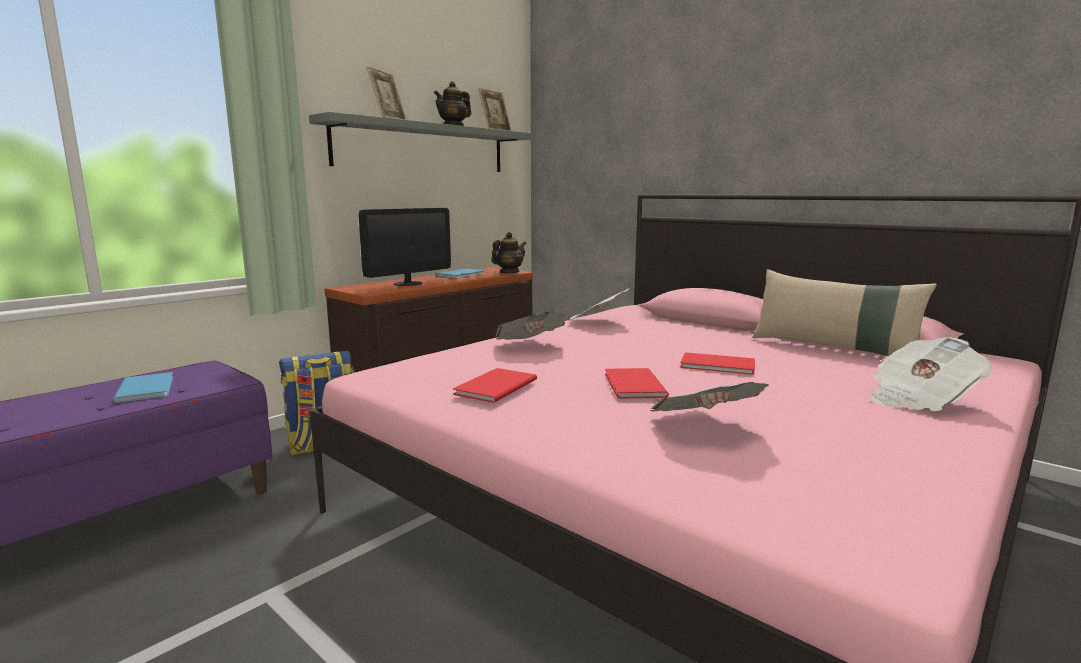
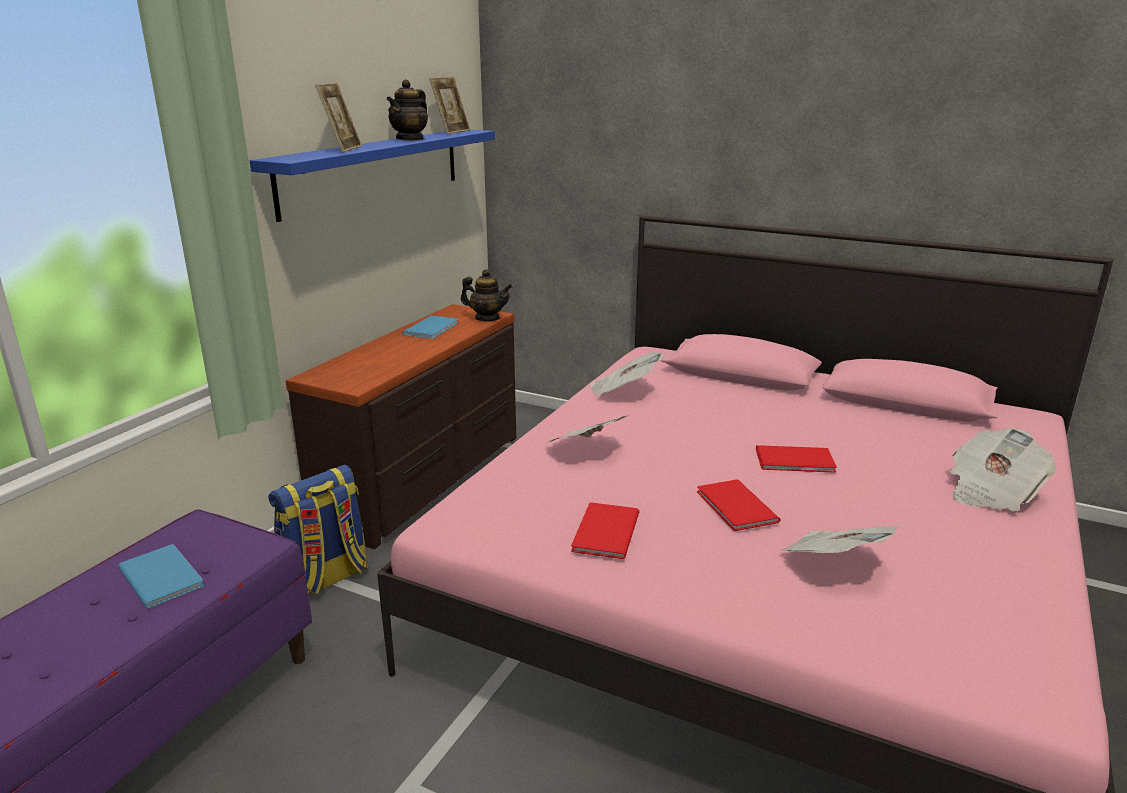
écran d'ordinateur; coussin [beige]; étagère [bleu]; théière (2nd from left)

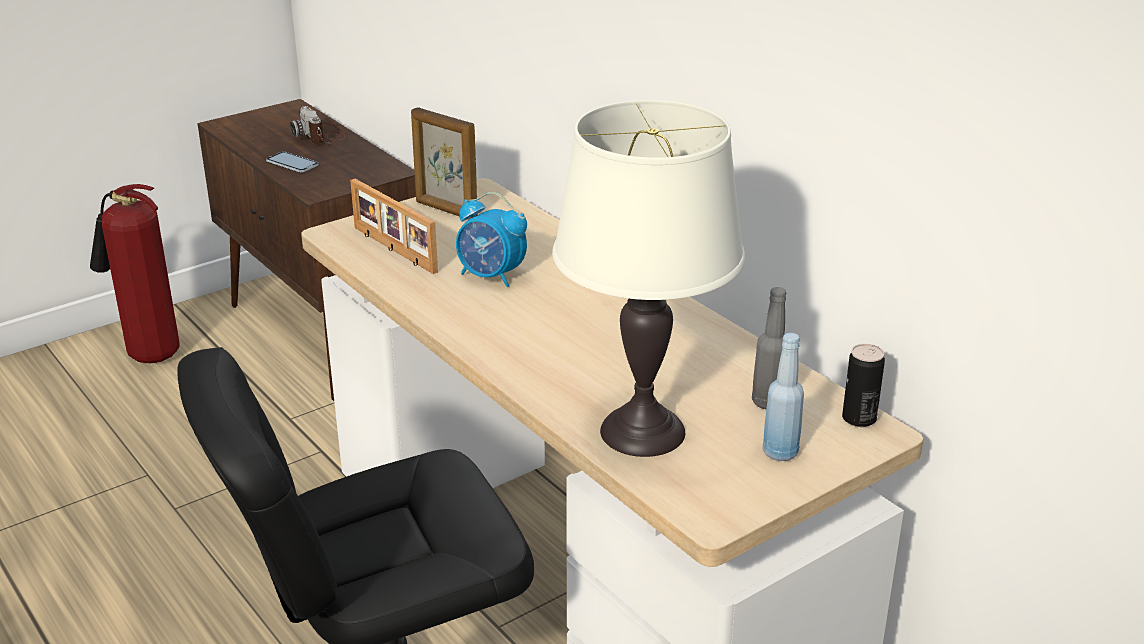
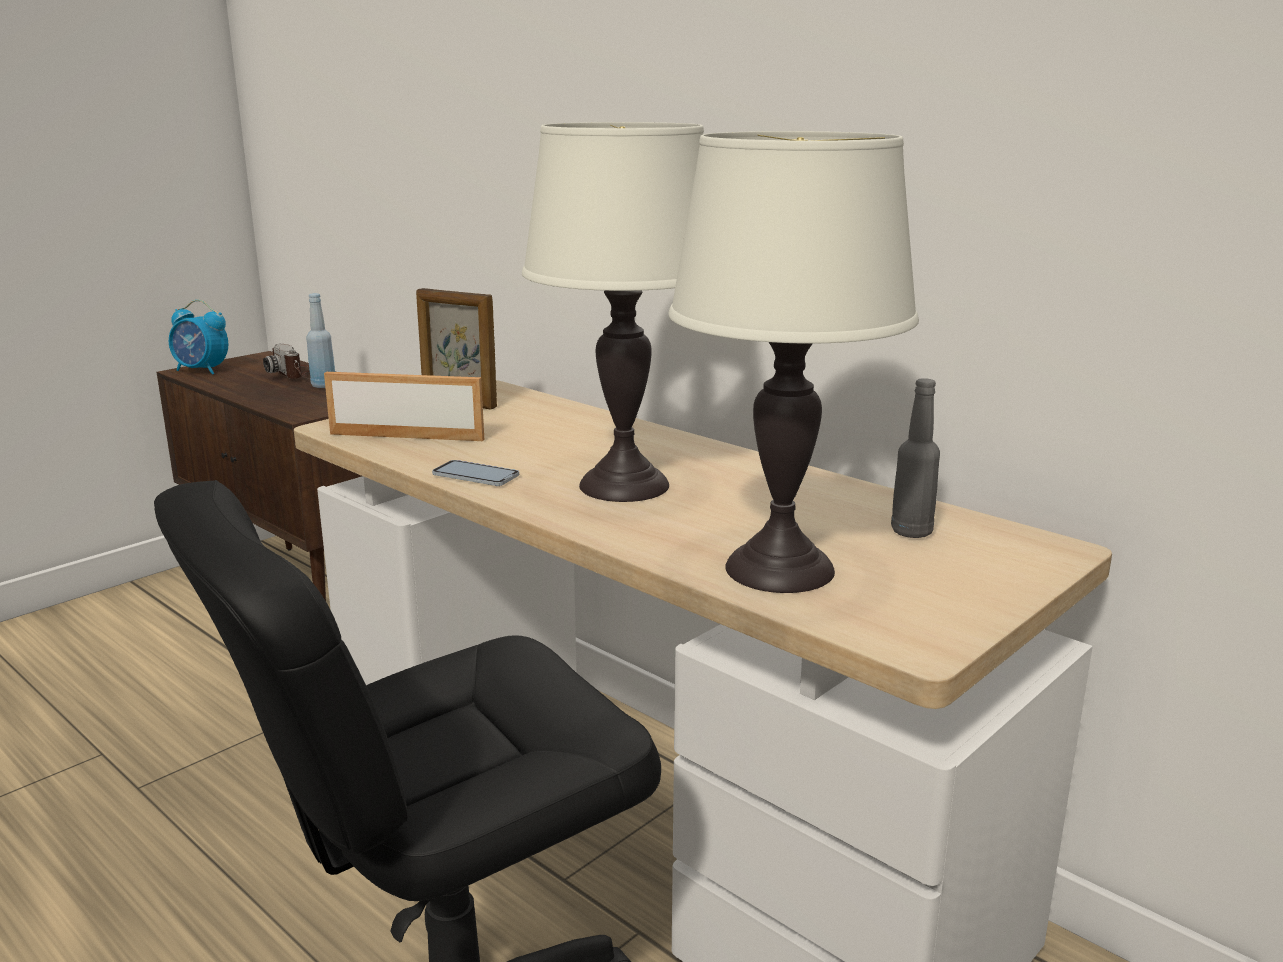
extincteur; boîte métallique; lampe de table [blanc] (1st from left); téléphone; réveil; bouteille [bleu]; cadre photo (1st from left)

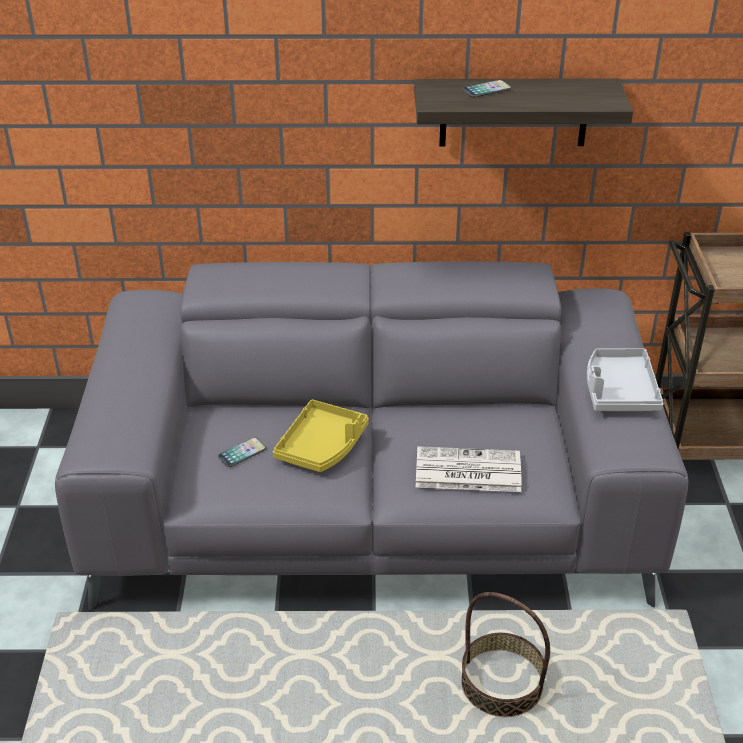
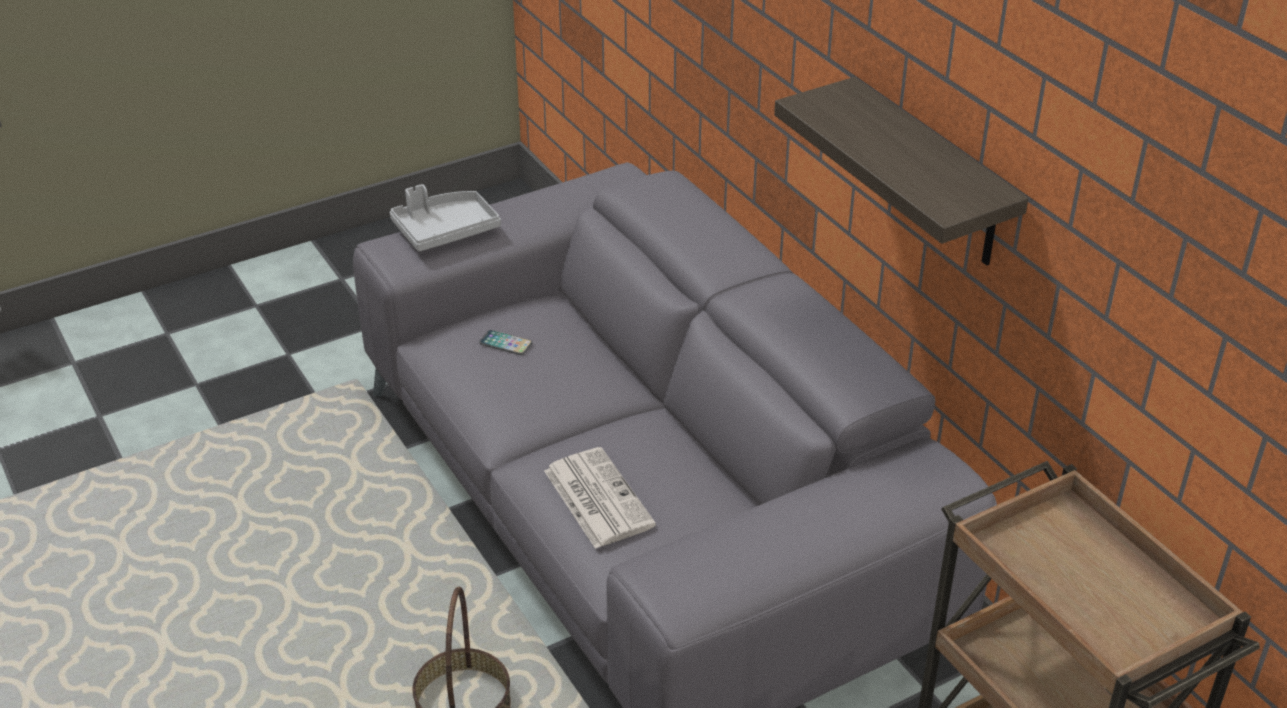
plateau [jaune]; téléphone (2nd from left in the first image); plateau [gris]

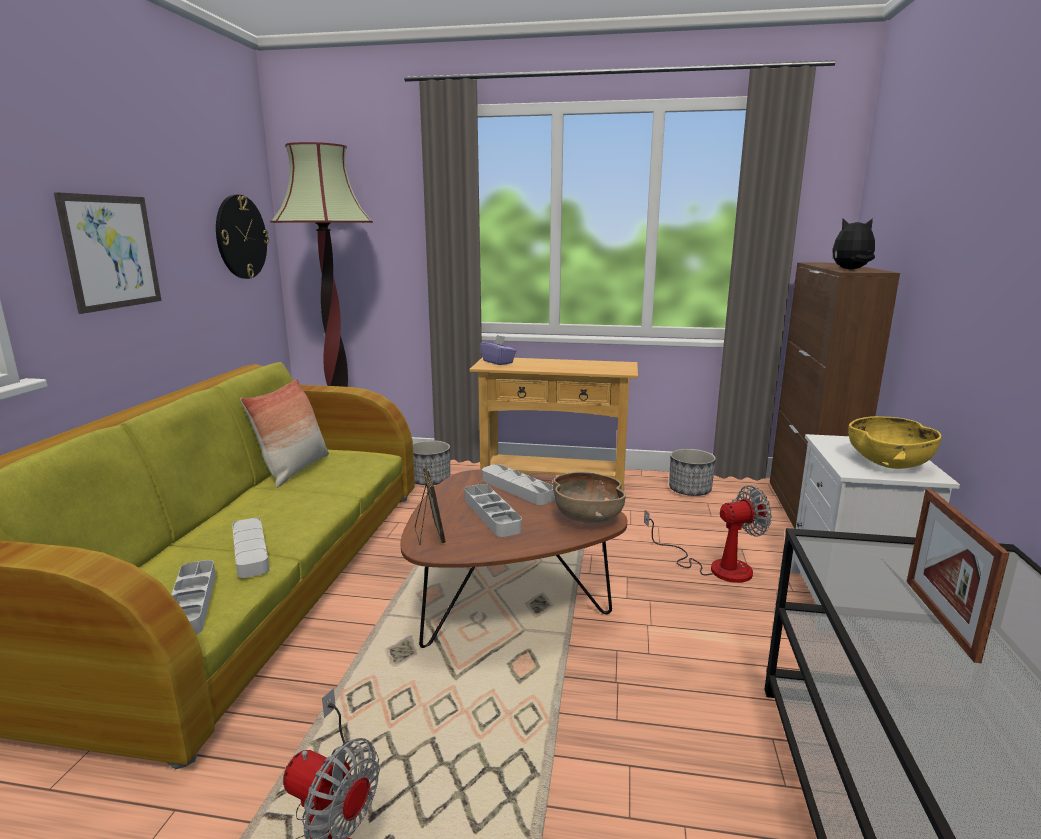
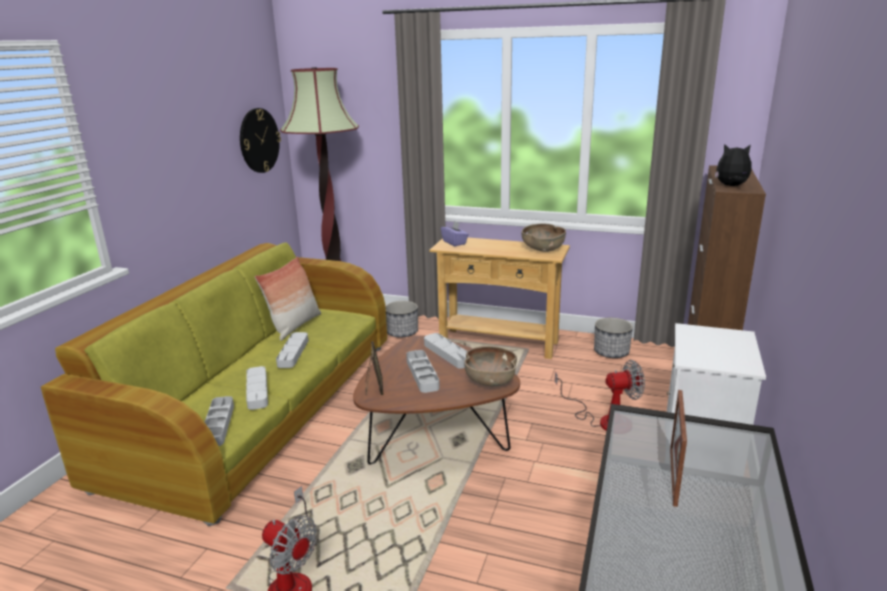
tableau; bol [jaune]; plateau [gris] (3rd from left); bol [marron] (2nd from left)

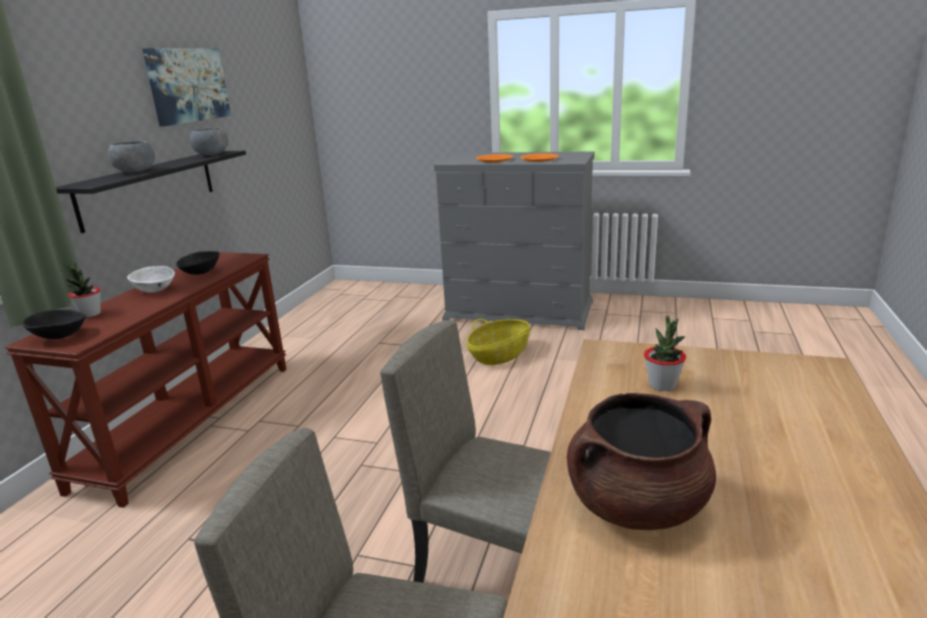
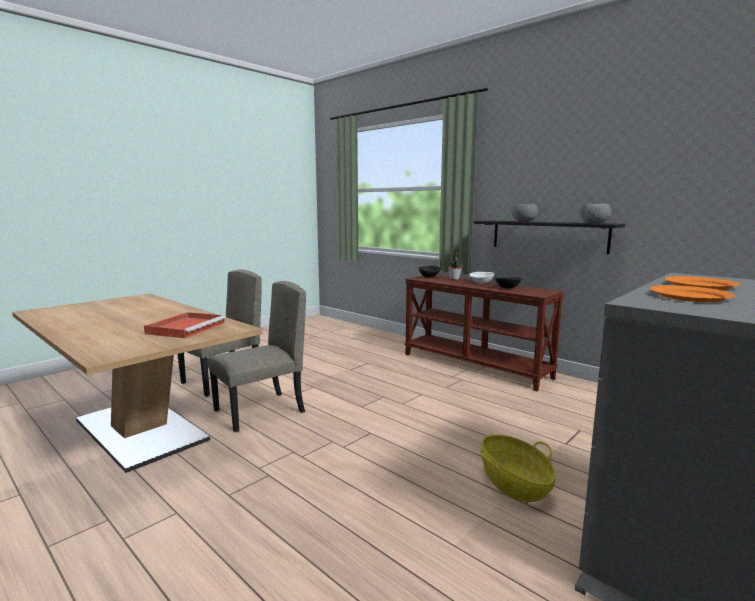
tableau; marmite [marron]; plateau [rouge]

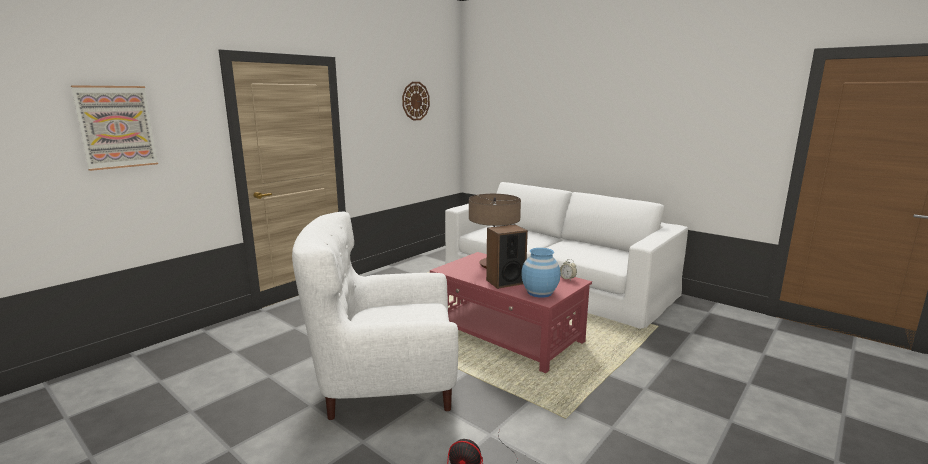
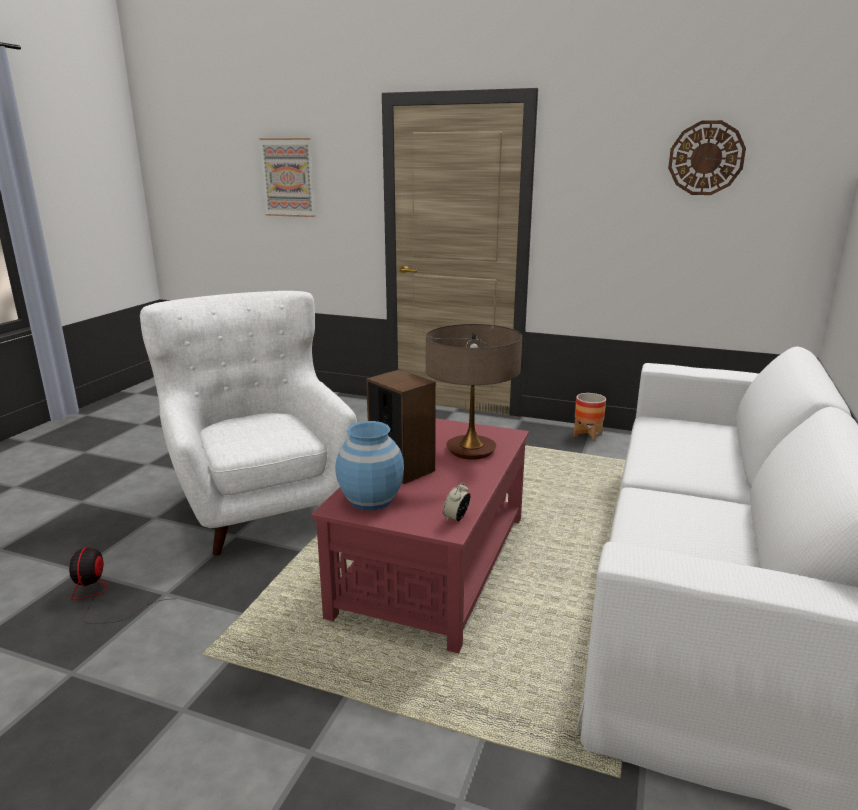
cache-pot

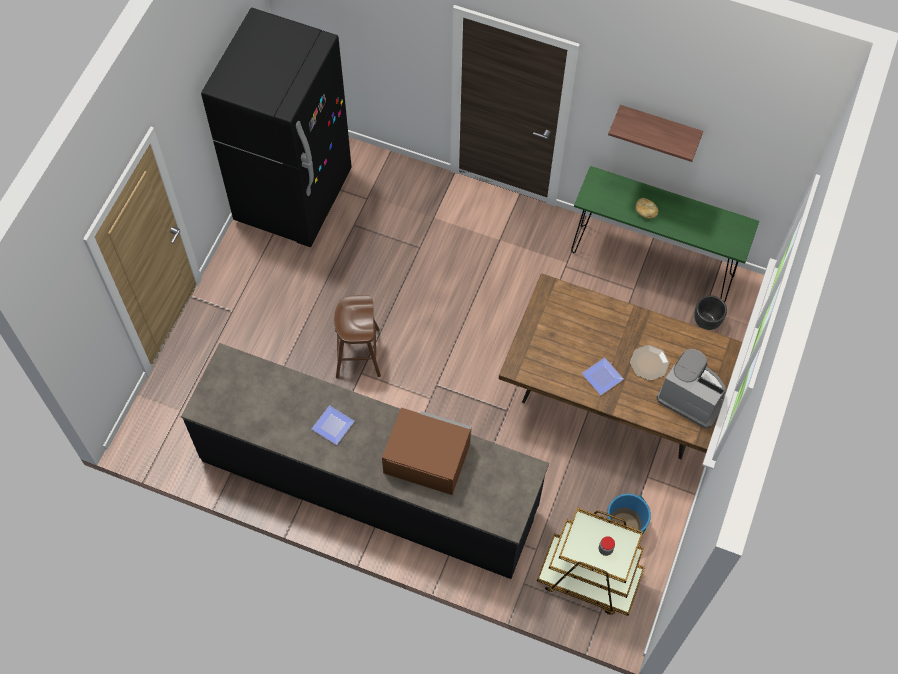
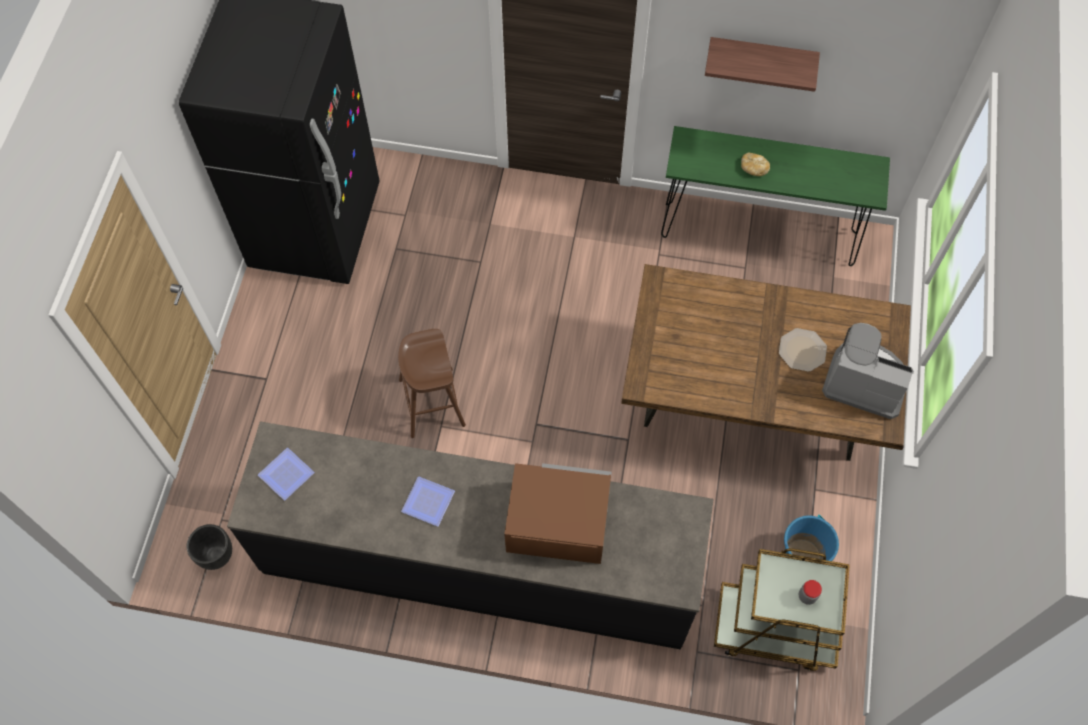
assiette (1st from left); cache-pot [noir]

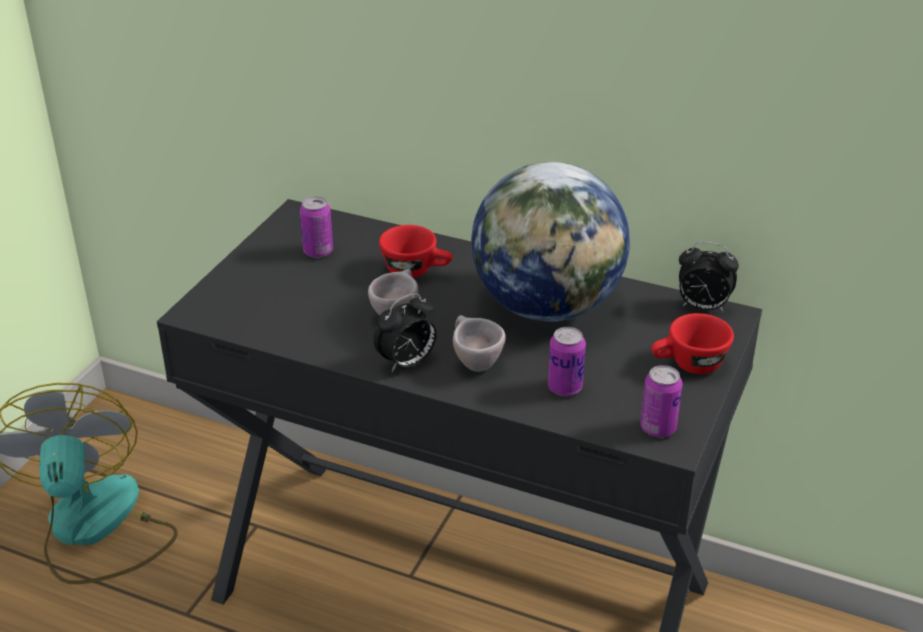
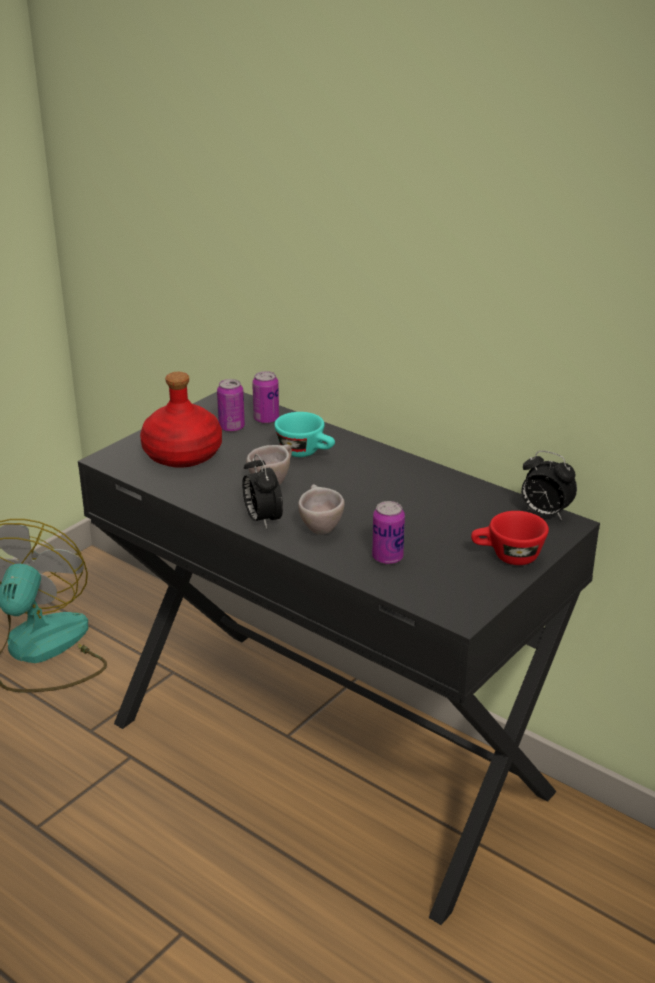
globe; bouteille [rouge]; boîte métallique (2nd from left); tasse [turquoise]; réveil (1st from left)

